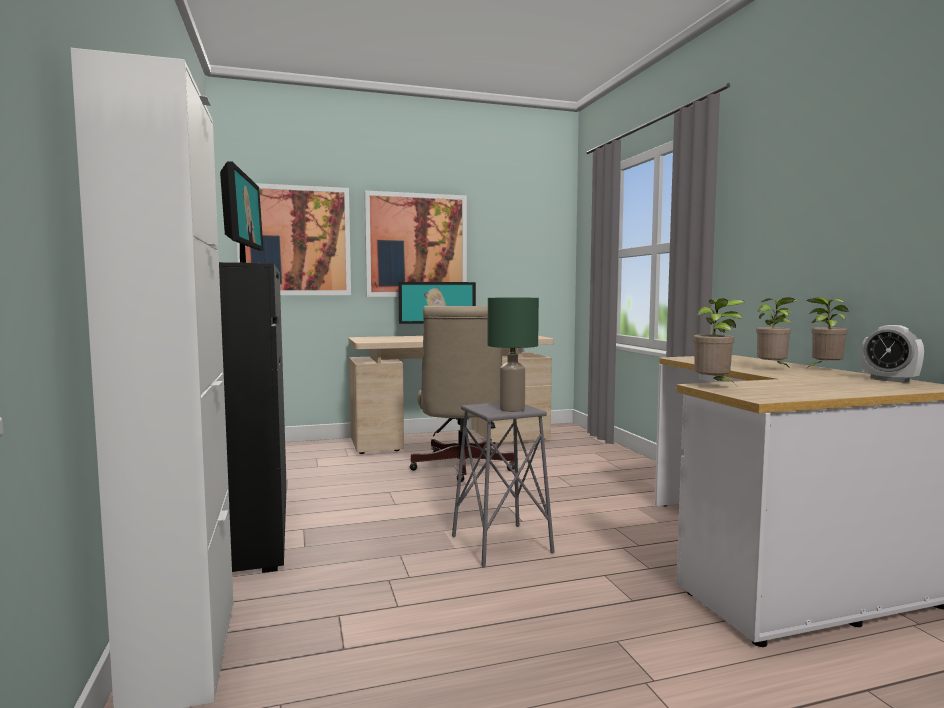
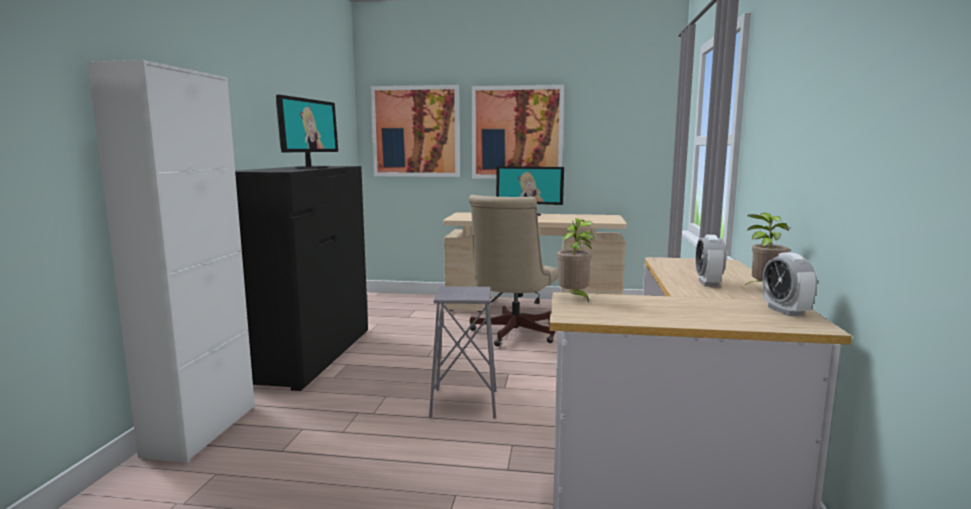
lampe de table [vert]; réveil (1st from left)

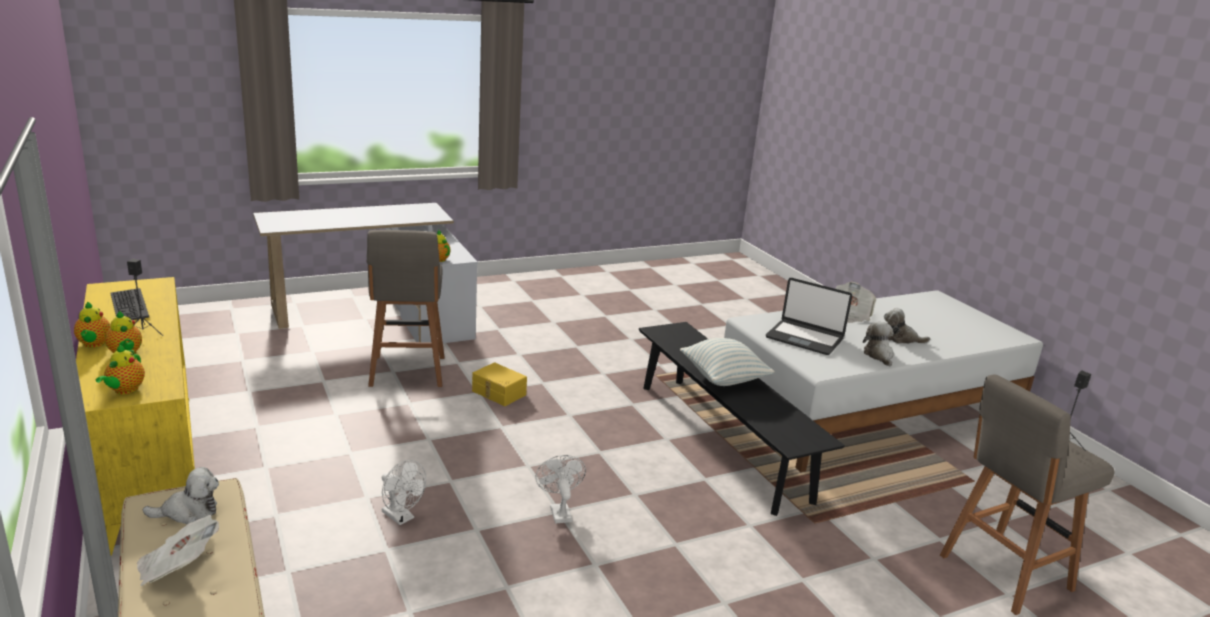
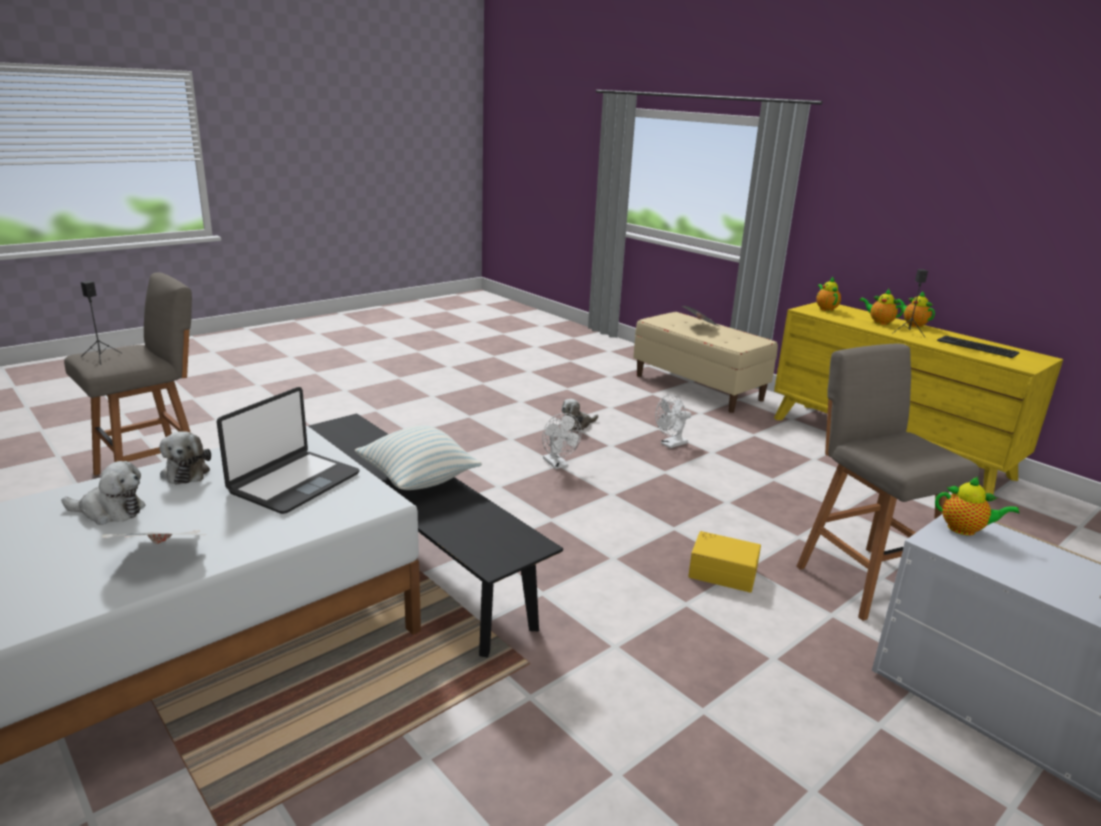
peluche (3rd from left); ventilateur [blanc] (2nd from left); ordinateur portable

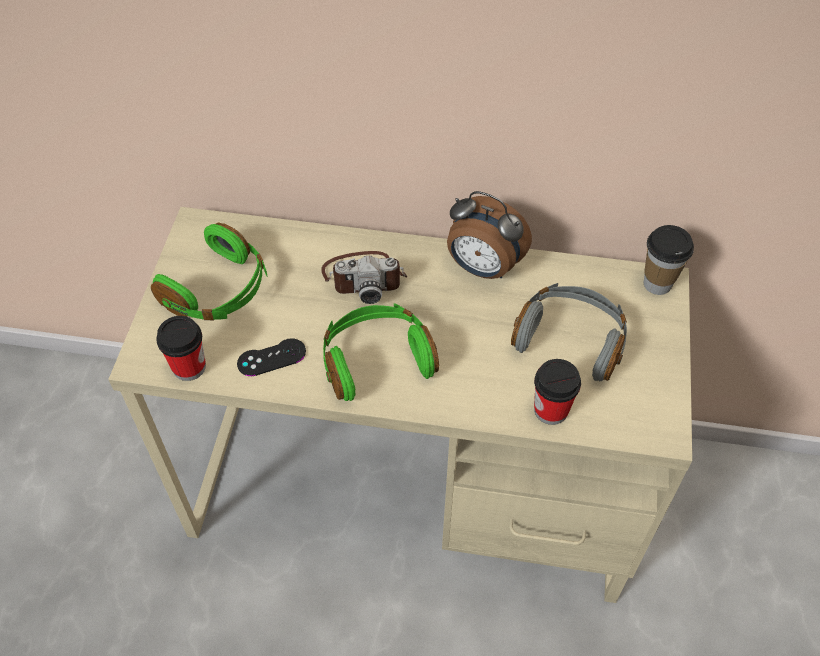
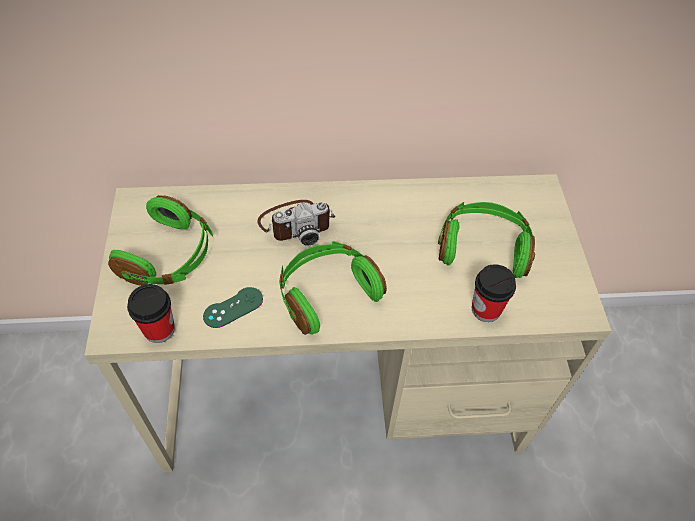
réveil; tasse (3rd from left in the first image); manette [vert]; casque audio [vert] (3rd from left)

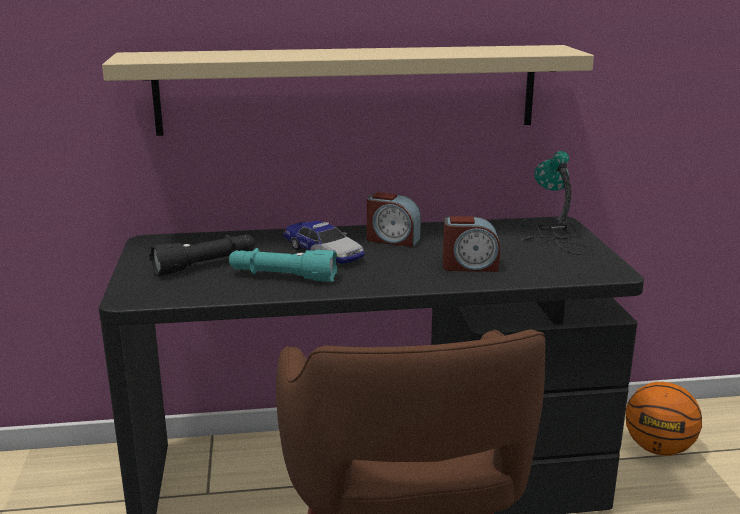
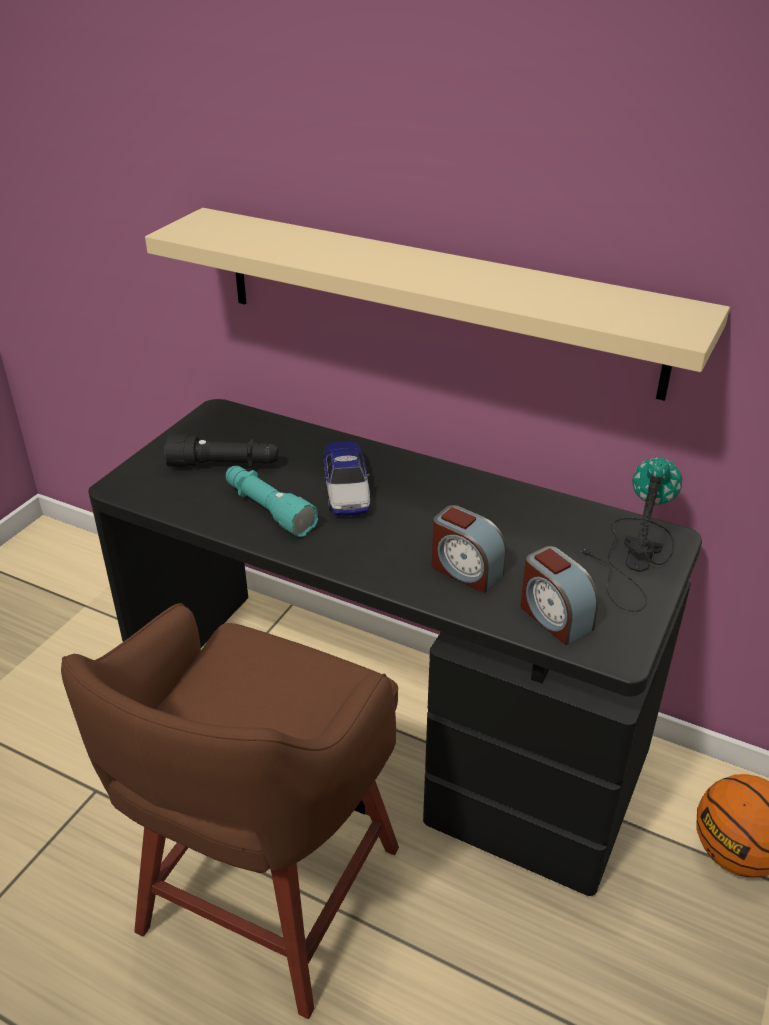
réveil (2nd from left)

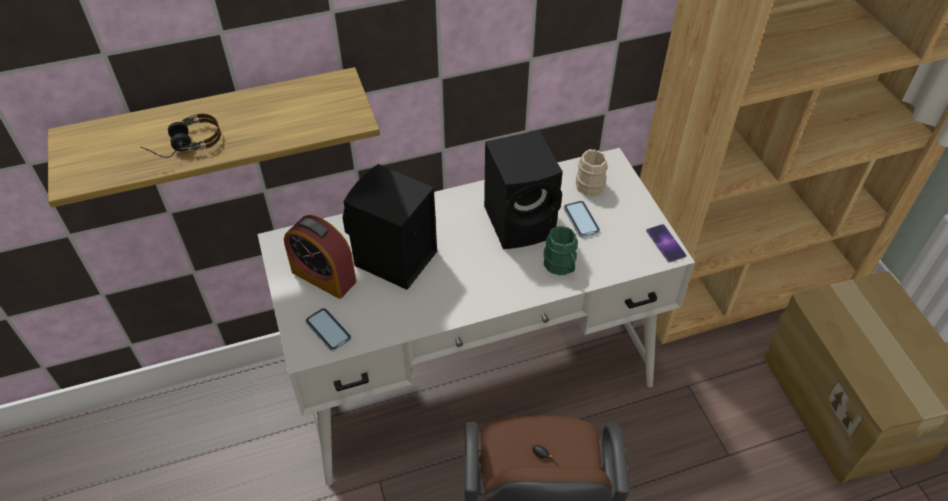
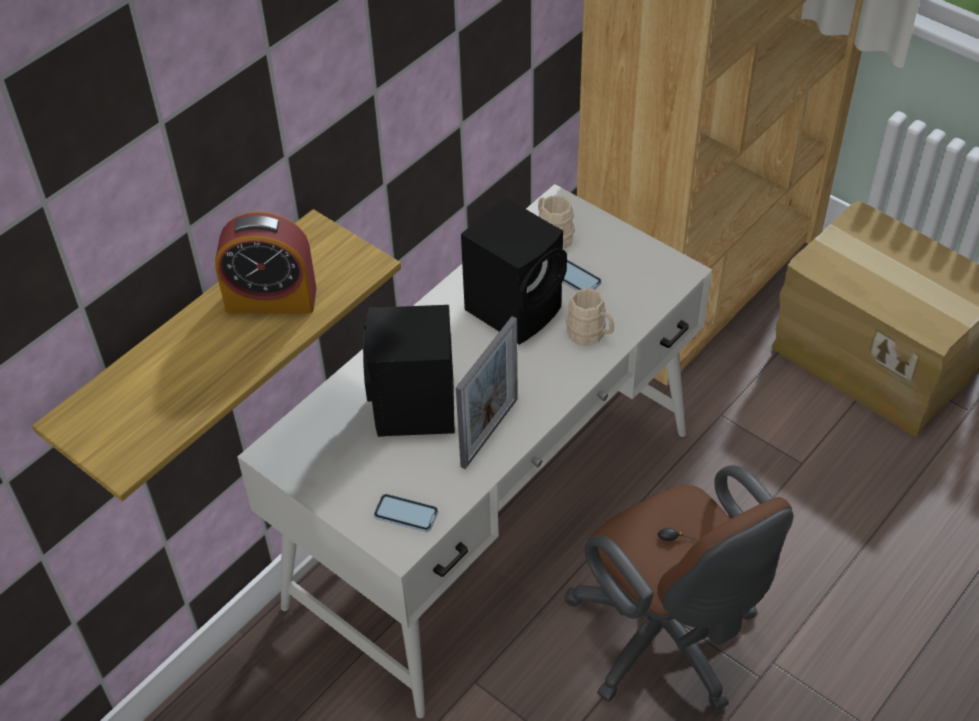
casque audio; téléphone (3rd from left in the first image); cadre photo; réveil; mug [beige] (2nd from left)

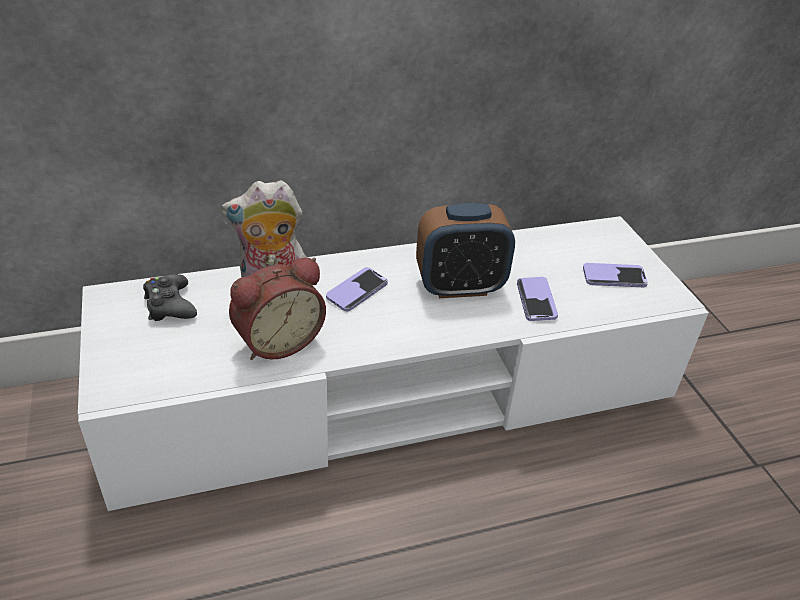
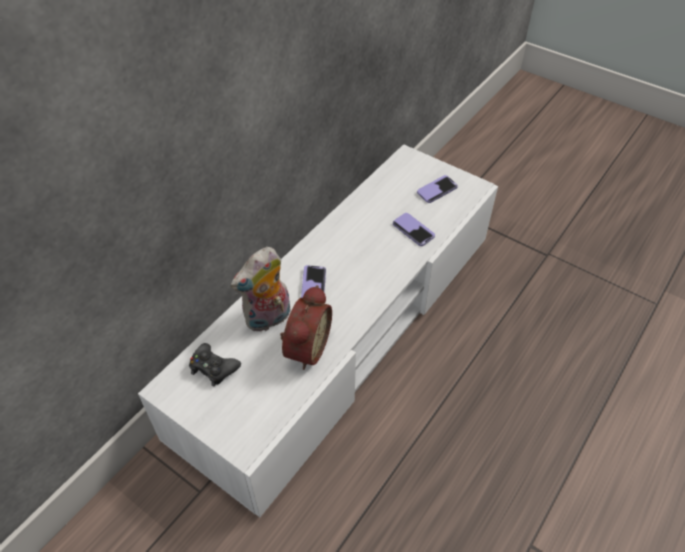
réveil (2nd from left in the first image)

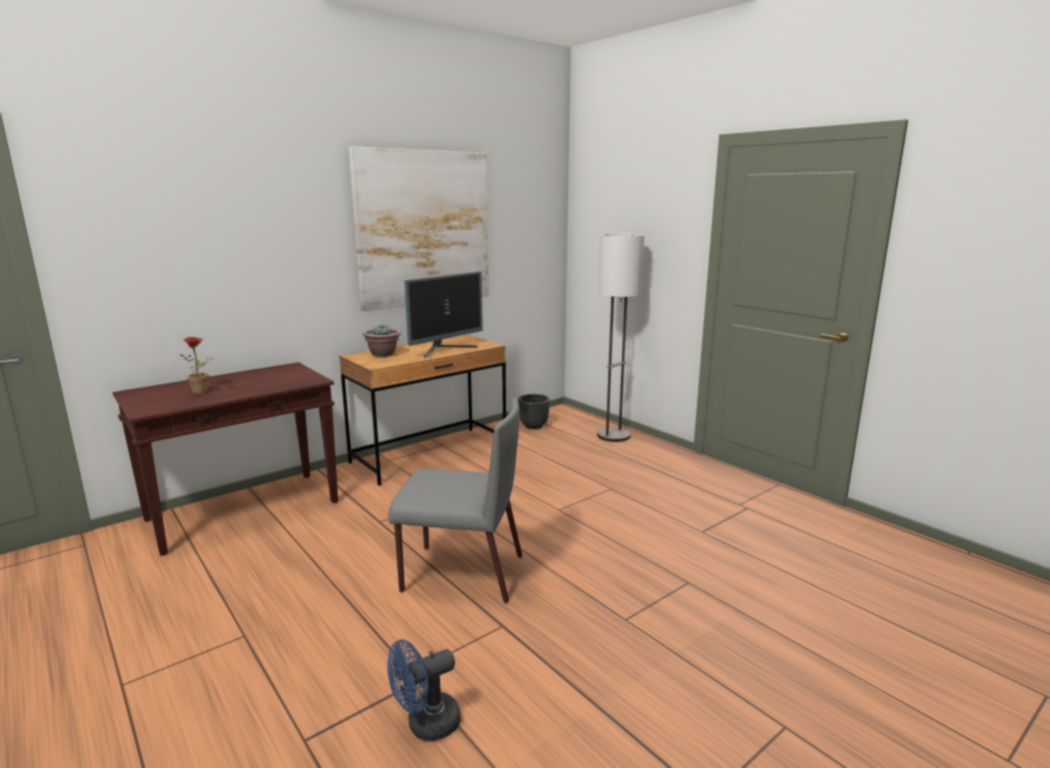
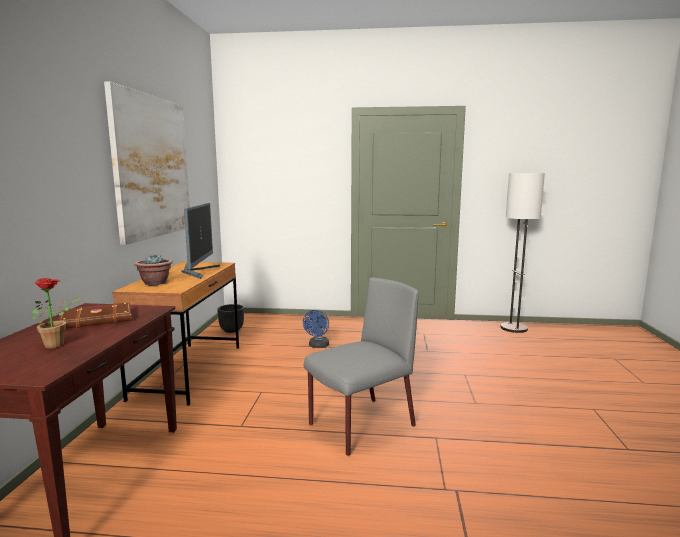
livre [marron]; ventilateur [bleu]; lampadaire

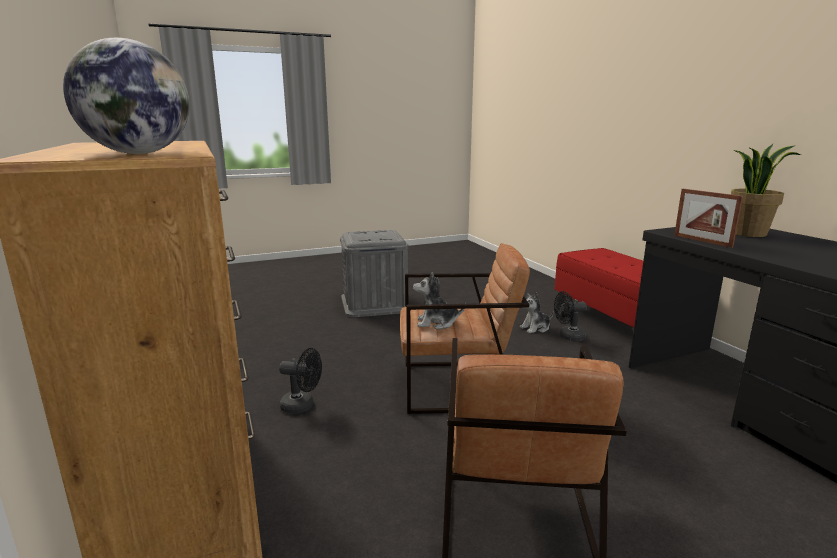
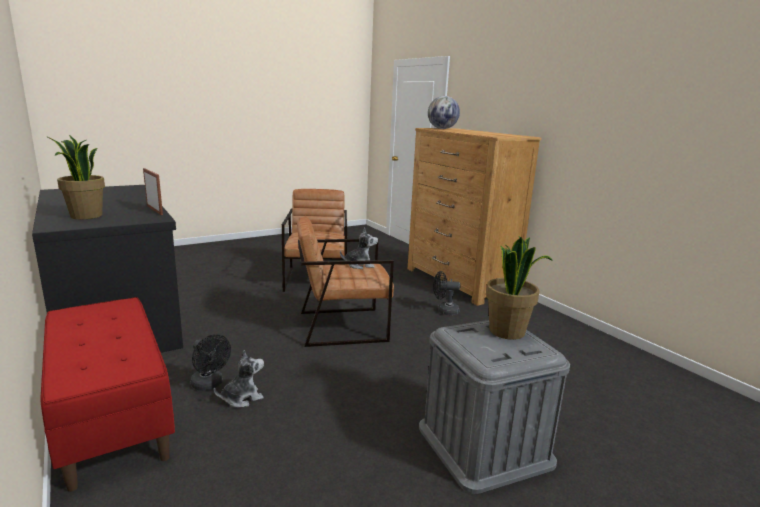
plante en pot (2nd from left); ventilateur [noir] (1st from left)

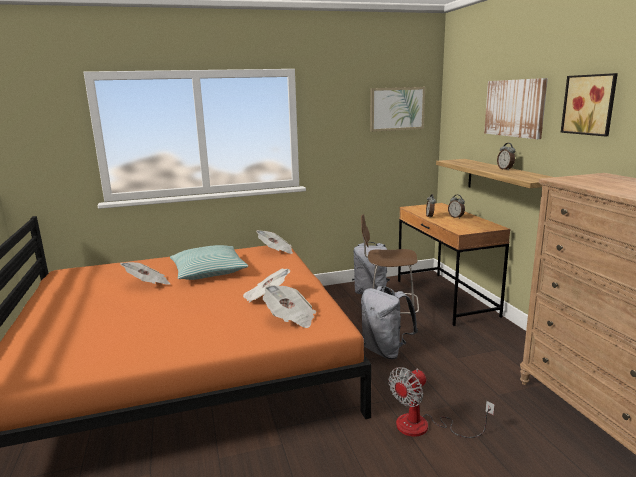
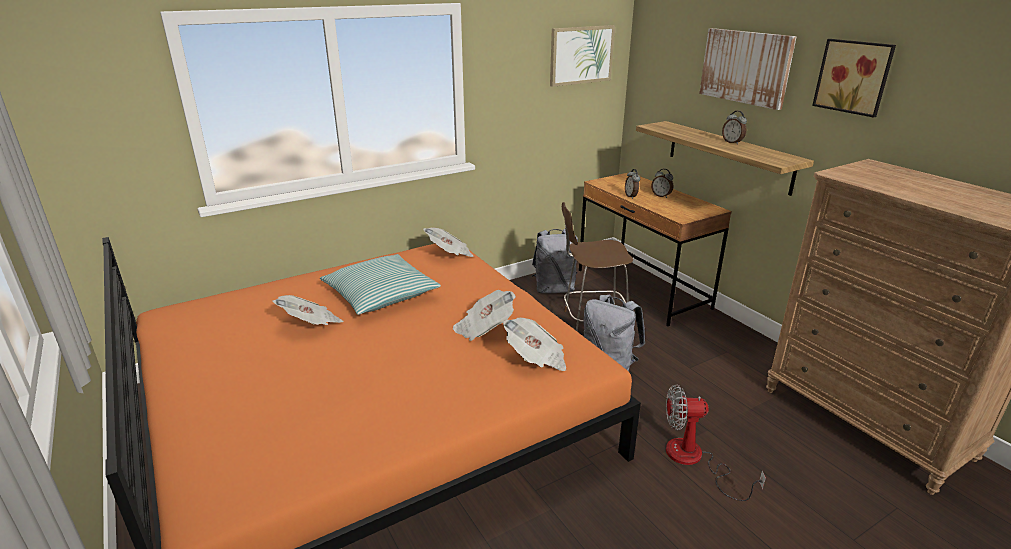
ventilateur

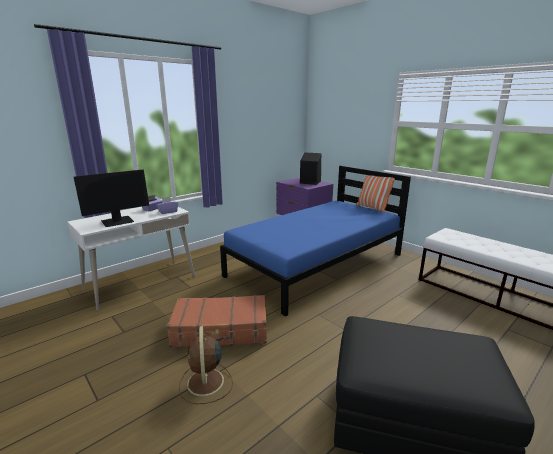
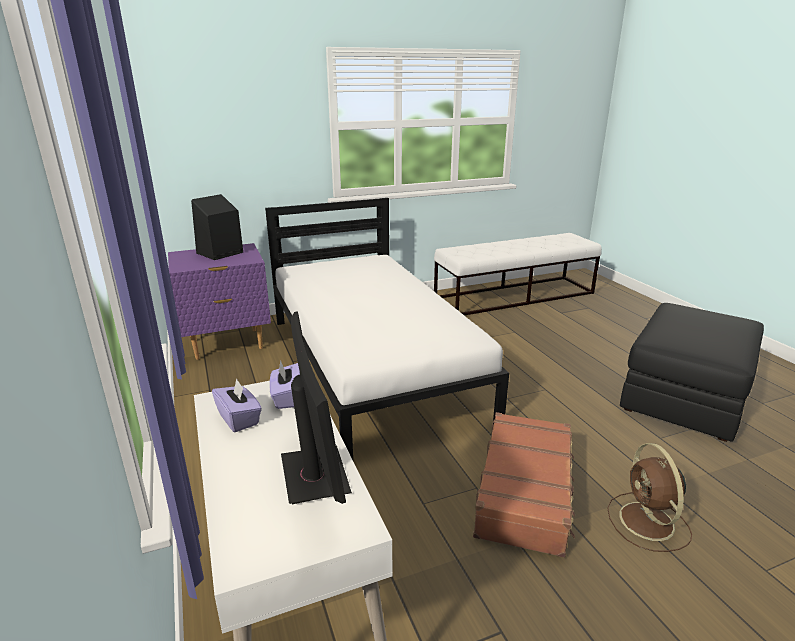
coussin; lit [blanc]; ventilateur [marron]

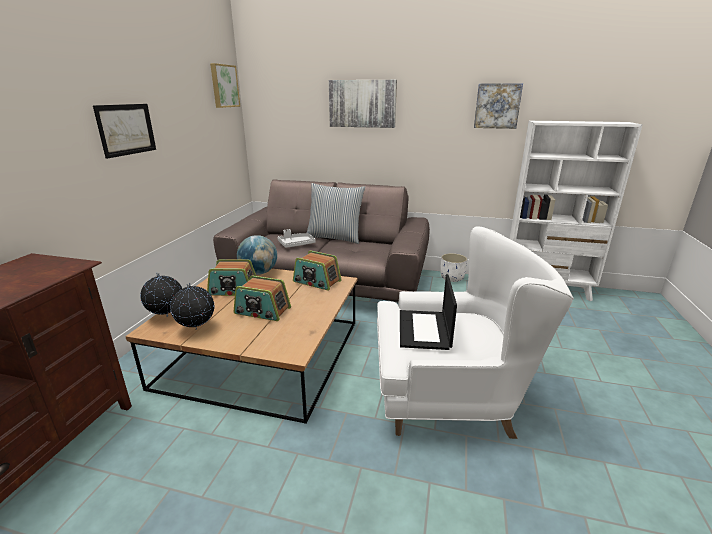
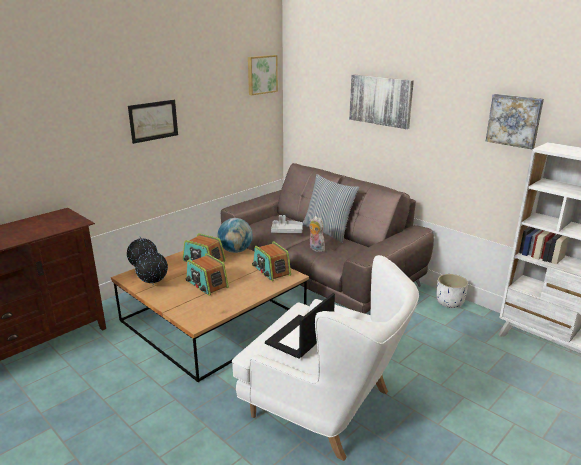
peluche

